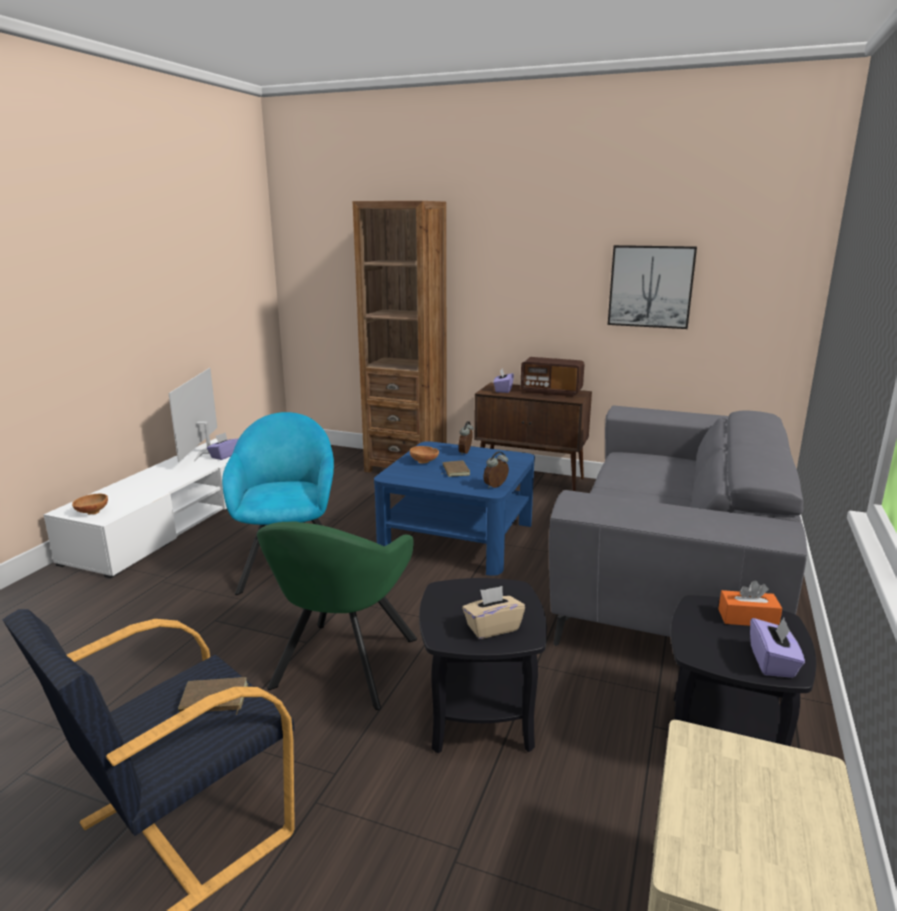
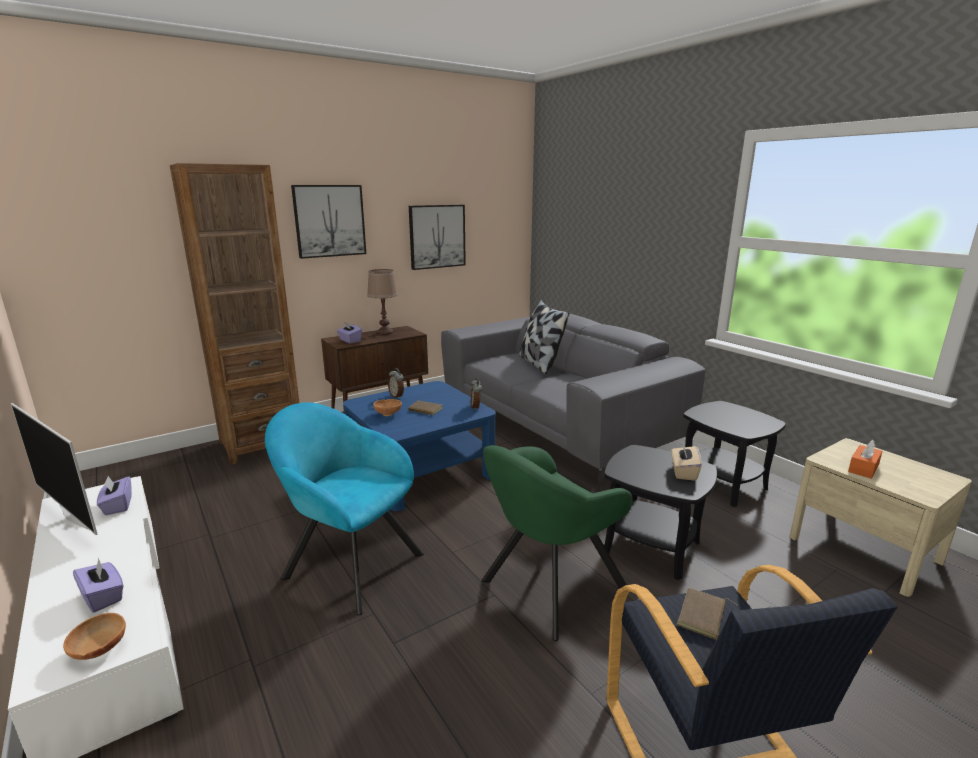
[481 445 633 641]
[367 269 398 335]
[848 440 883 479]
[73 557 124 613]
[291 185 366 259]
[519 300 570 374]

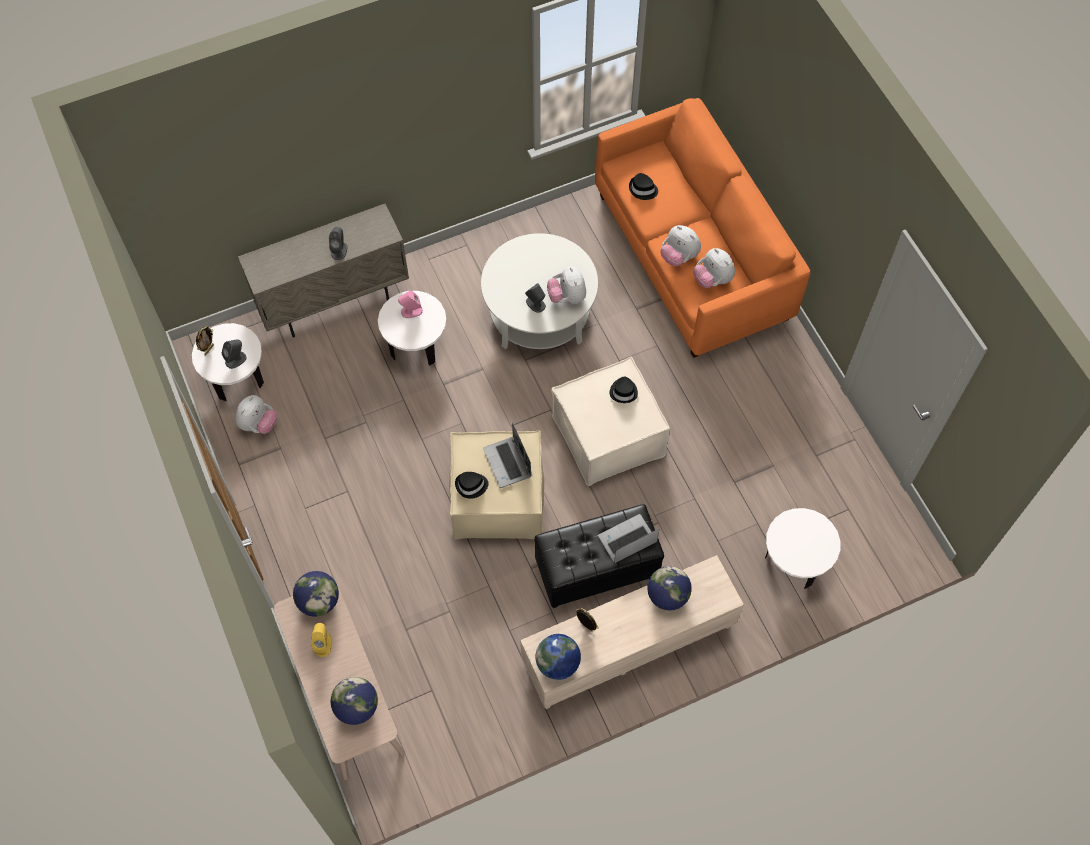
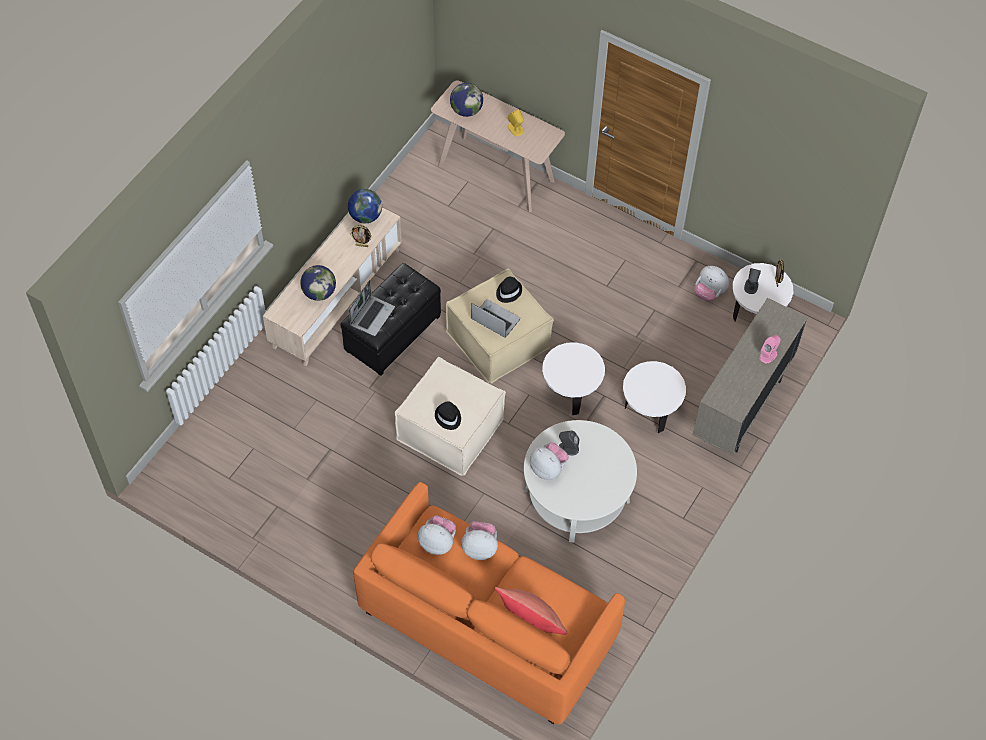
[695 266 729 301]
[293 571 339 617] (first image)
[329 227 347 260] (first image)
[759 335 781 363]
[629 173 658 200] (first image)
[542 342 605 415]
[495 587 567 635]

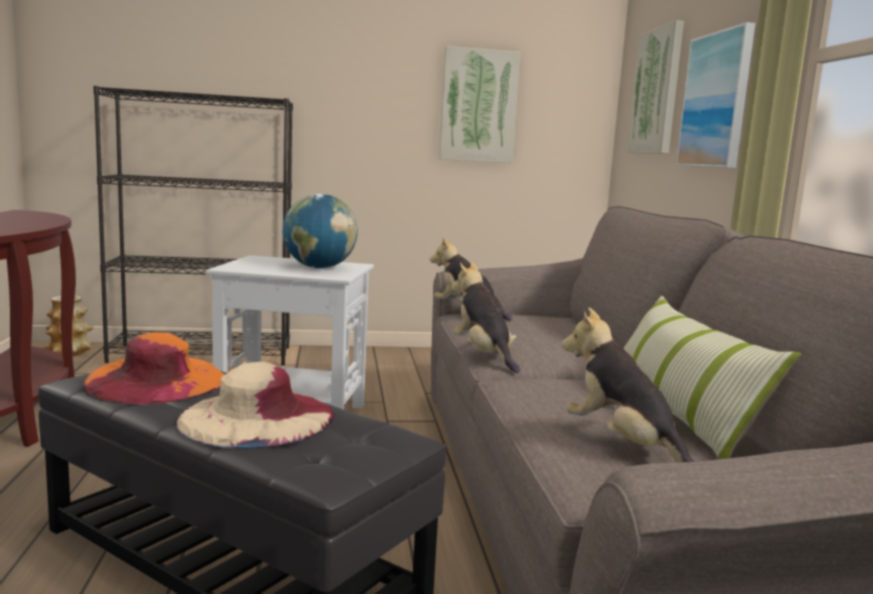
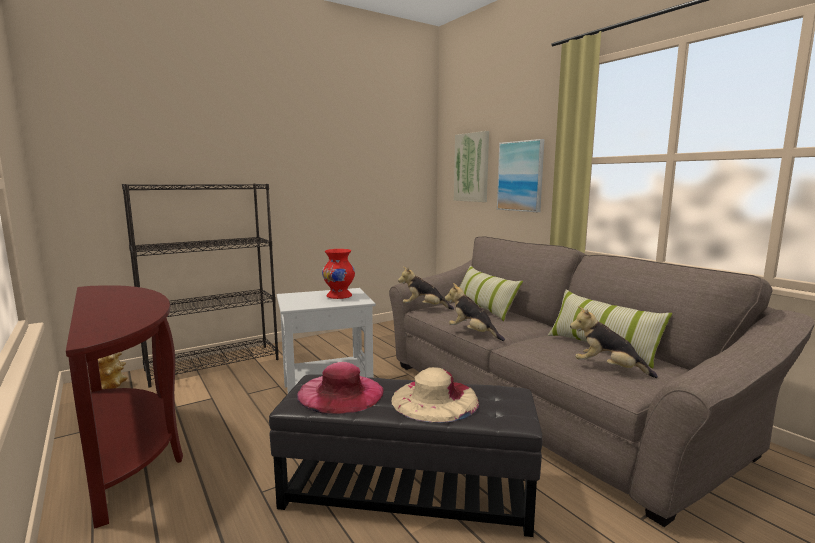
[297 362 384 415]
[322 249 355 299]
[439 46 520 163] (first image)
[460 265 523 321]

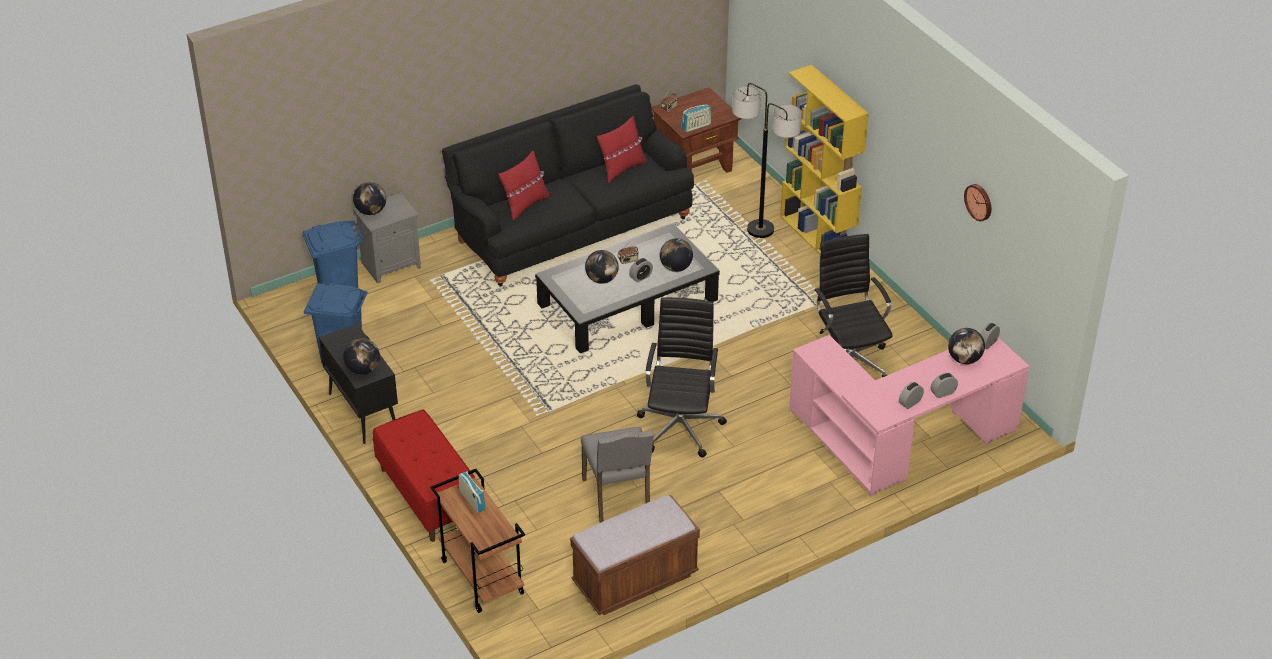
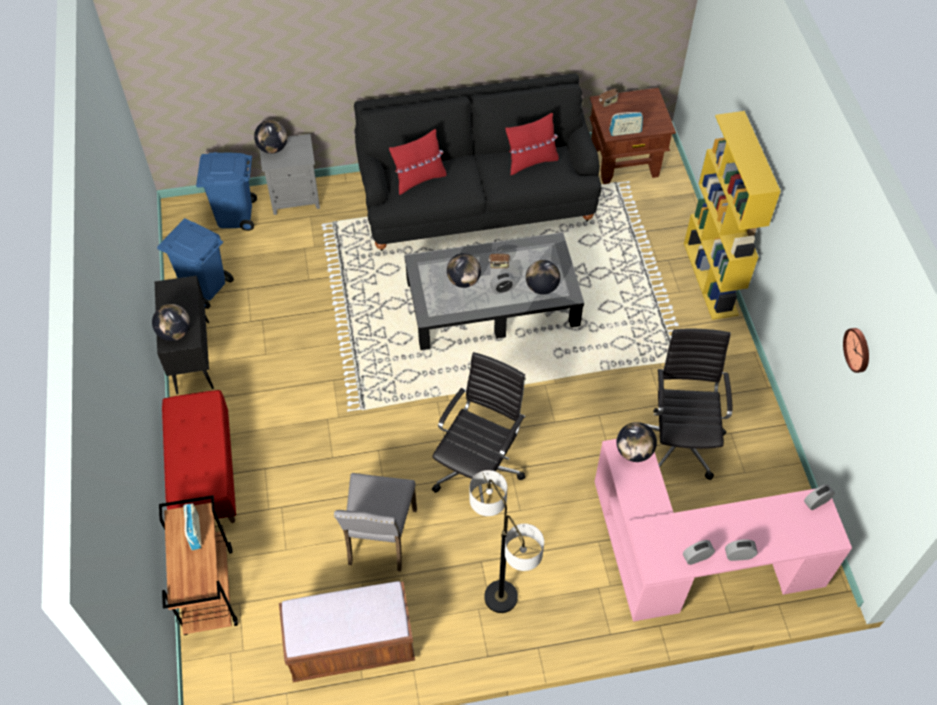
[470 470 544 613]
[617 422 657 462]

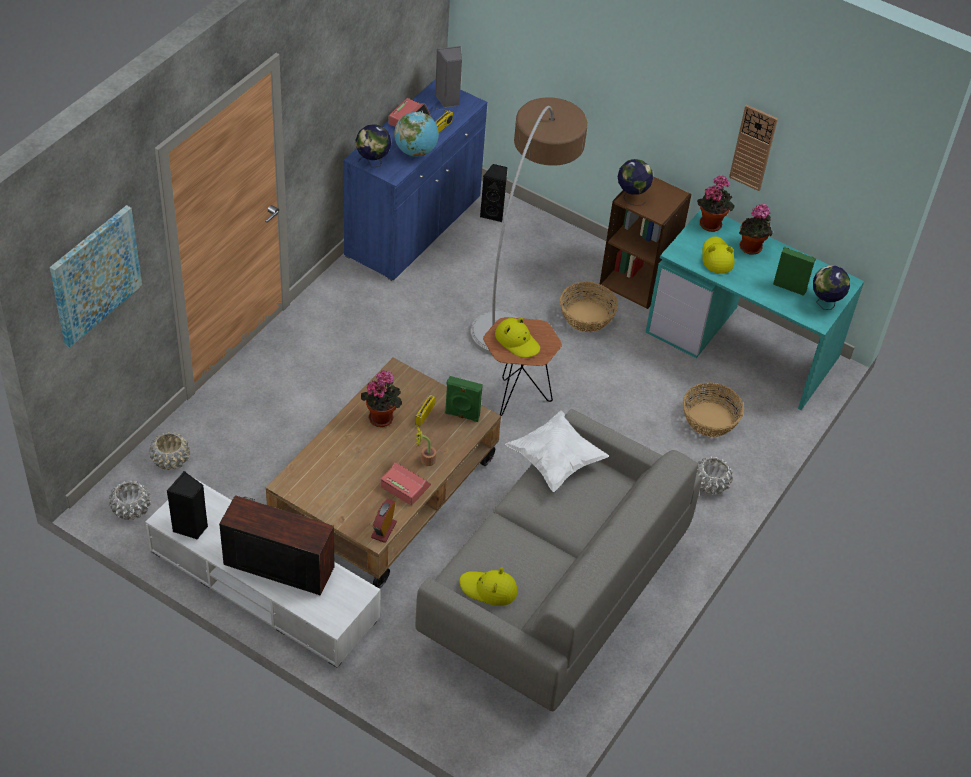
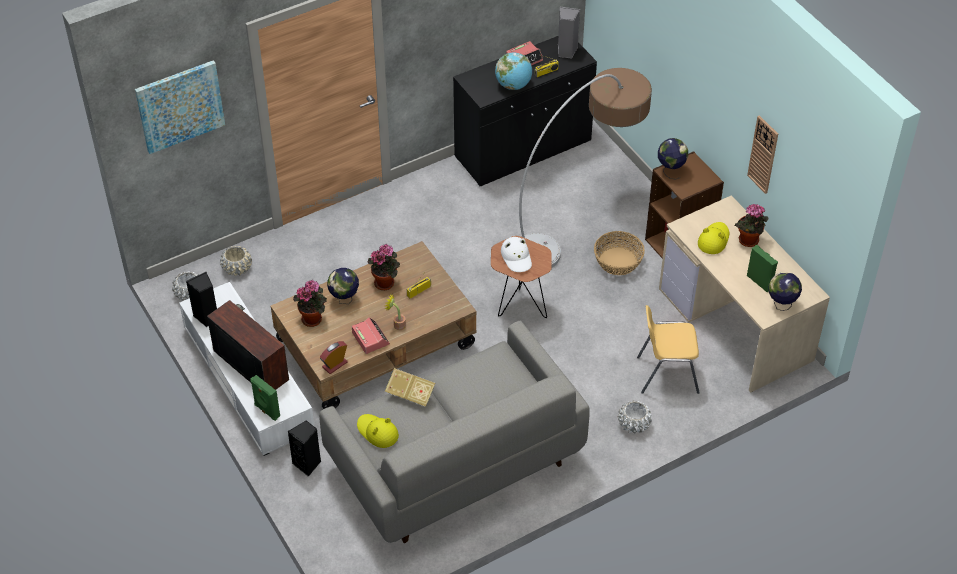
[453 36 597 187]
[327 268 359 304]
[251 375 280 421]
[288 420 321 477]
[501 237 532 272]
[505 411 609 492] (first image)
[659 195 830 393]
[637 305 700 394]
[293 280 327 327]
[385 368 435 407]

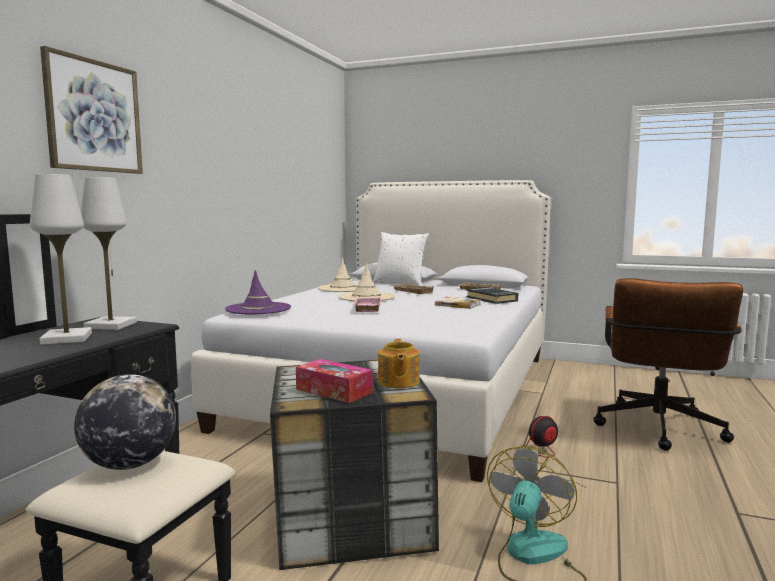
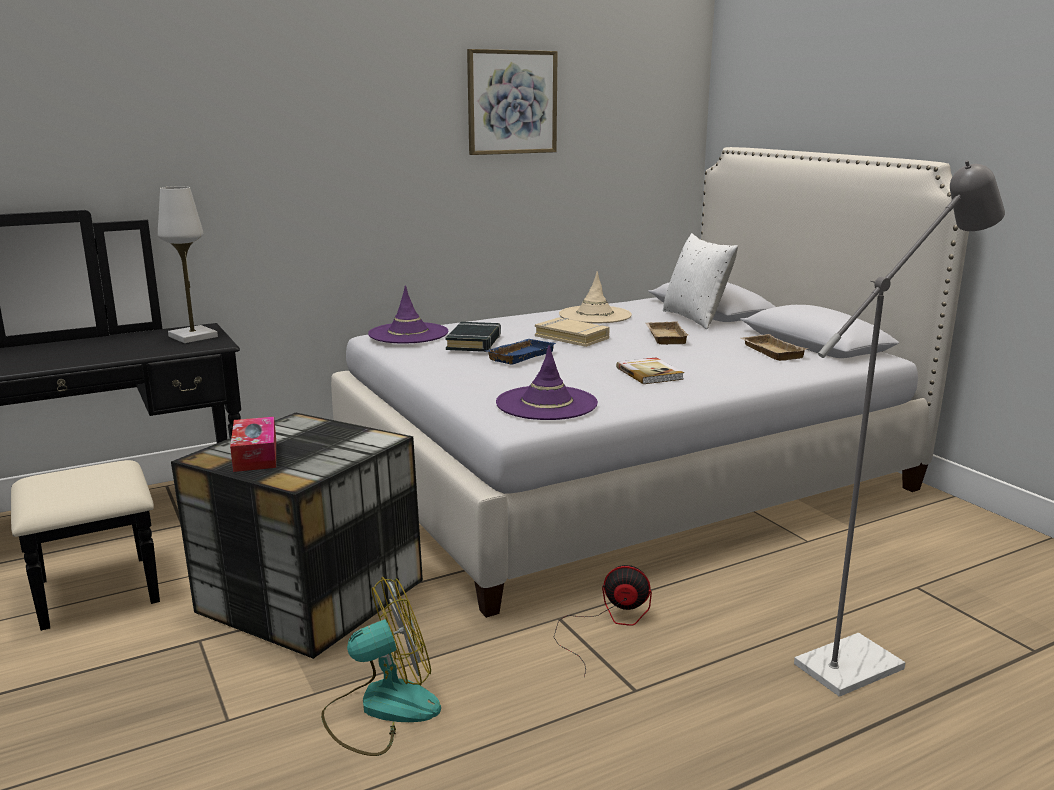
[30 174 92 345] (first image)
[467 49 558 155]
[74 374 176 470] (first image)
[535 317 610 347]
[486 339 556 364]
[378 339 420 388] (first image)
[445 322 501 352]
[794 160 1005 697]
[496 345 598 420]

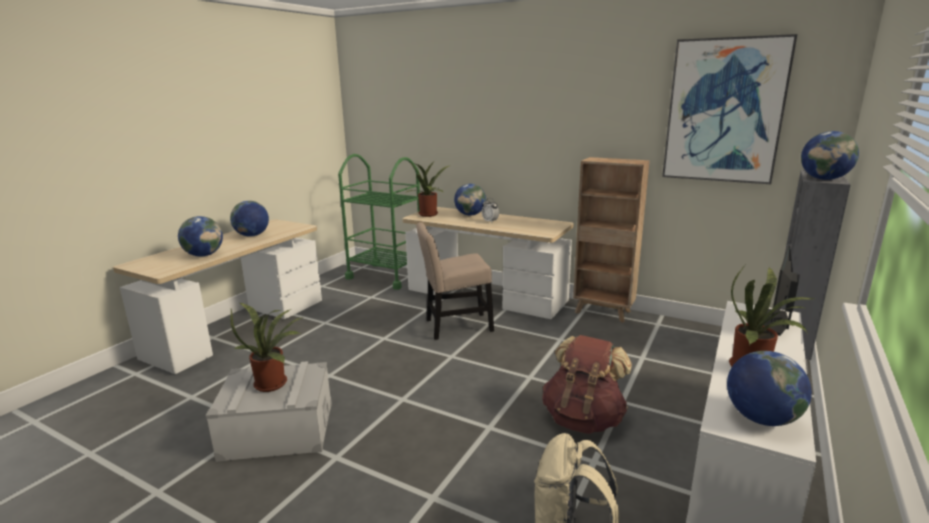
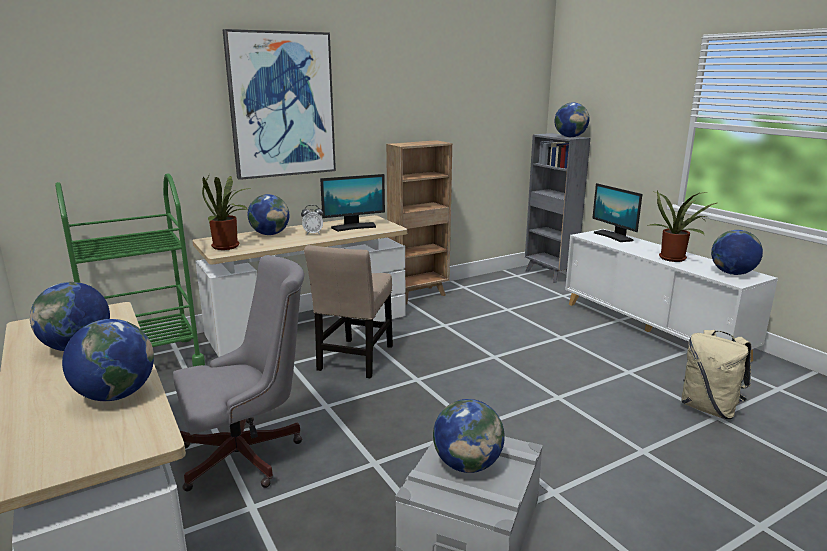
[433 399 505 473]
[542 335 632 434] (first image)
[223 29 336 180]
[173 255 304 491]
[320 174 385 232]

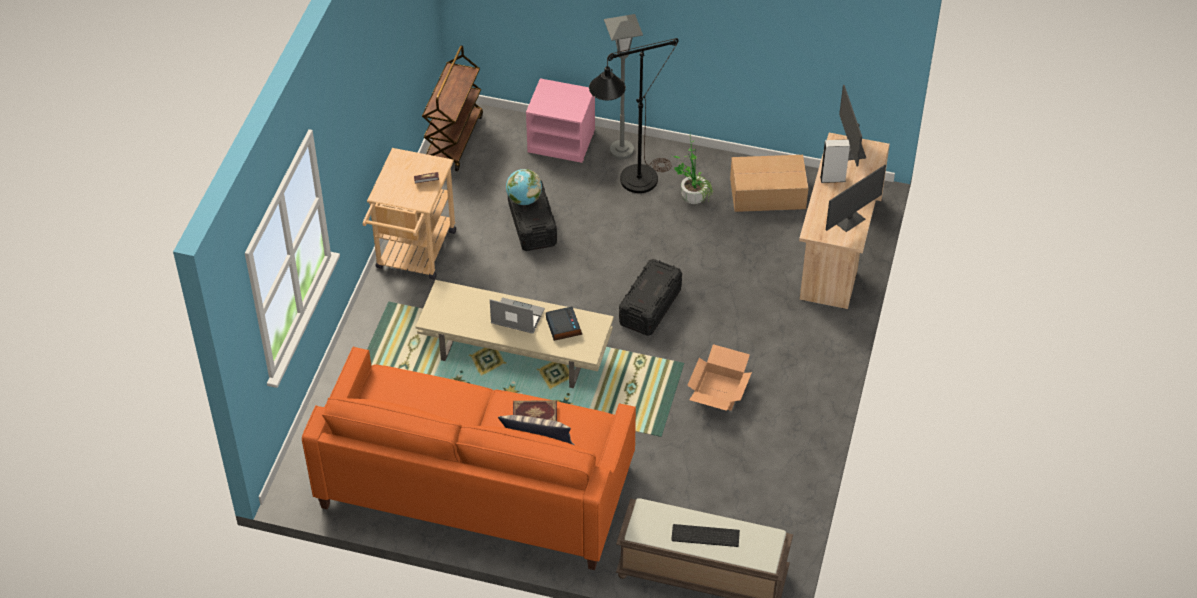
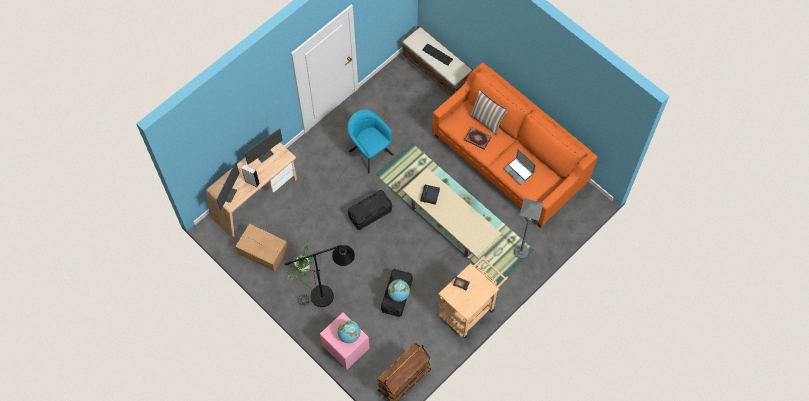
[503 149 536 185]
[514 198 543 259]
[347 109 394 173]
[245 128 283 165]
[338 320 360 343]

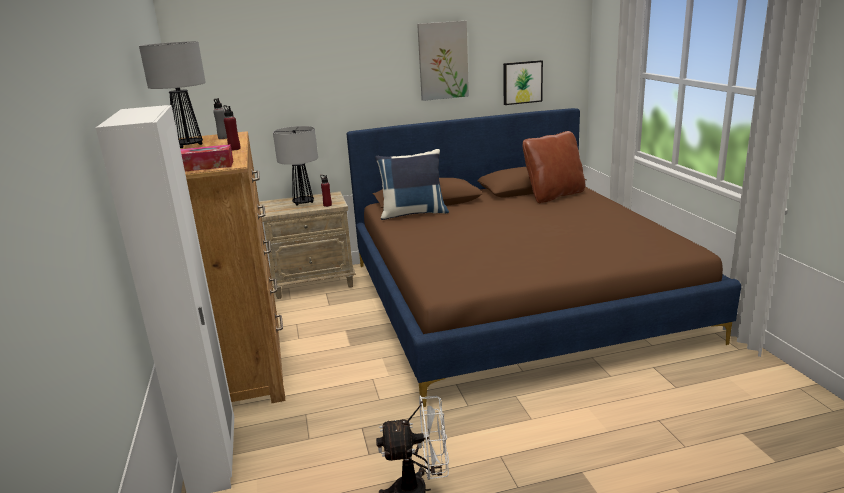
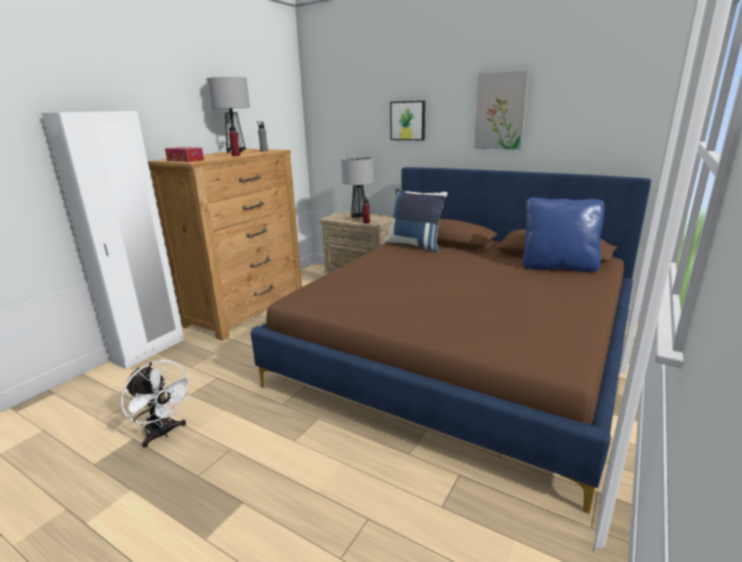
[390 101 425 140]
[523 198 604 272]

